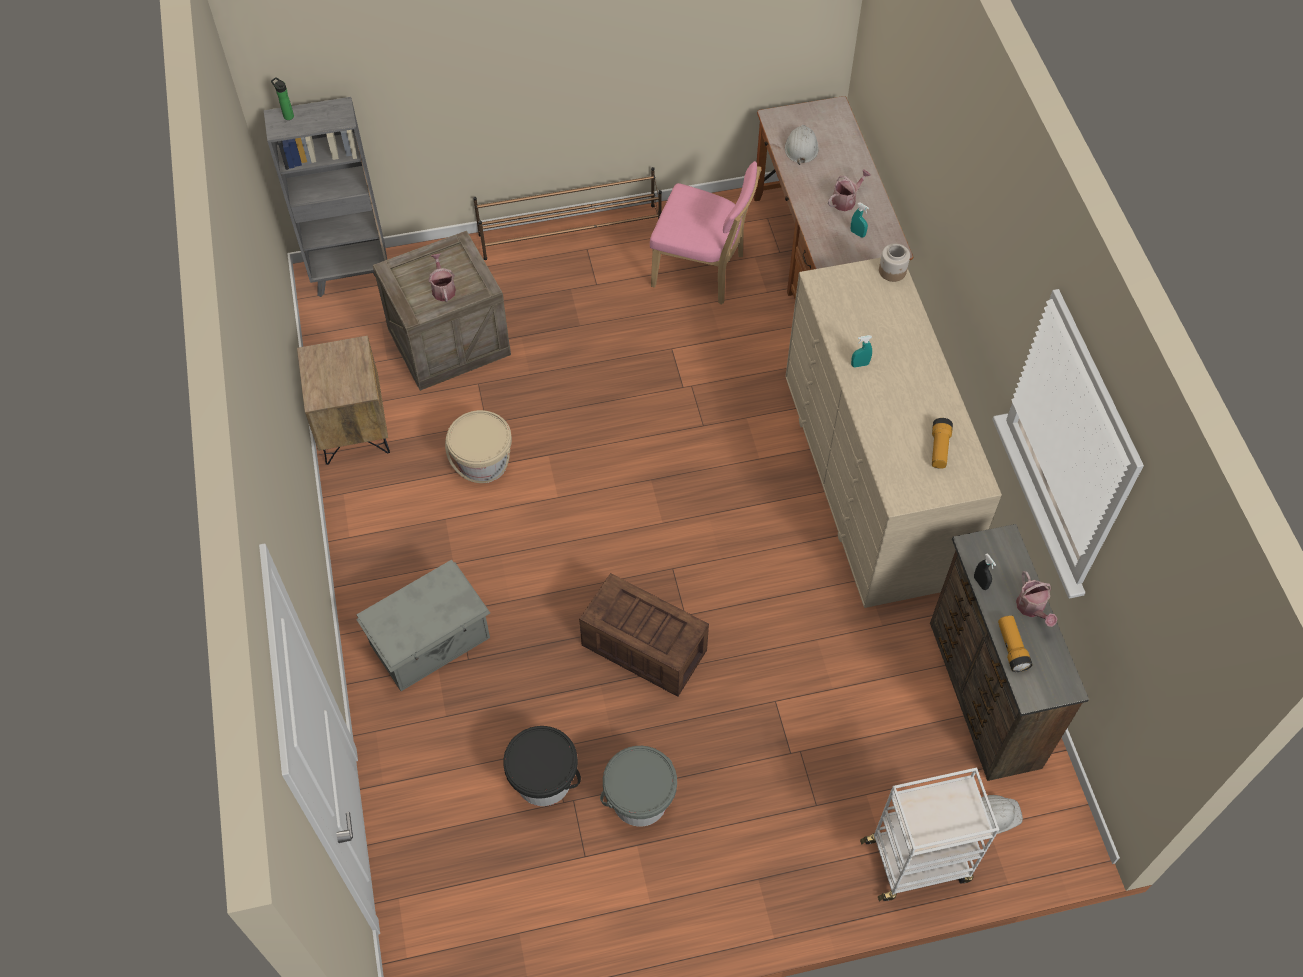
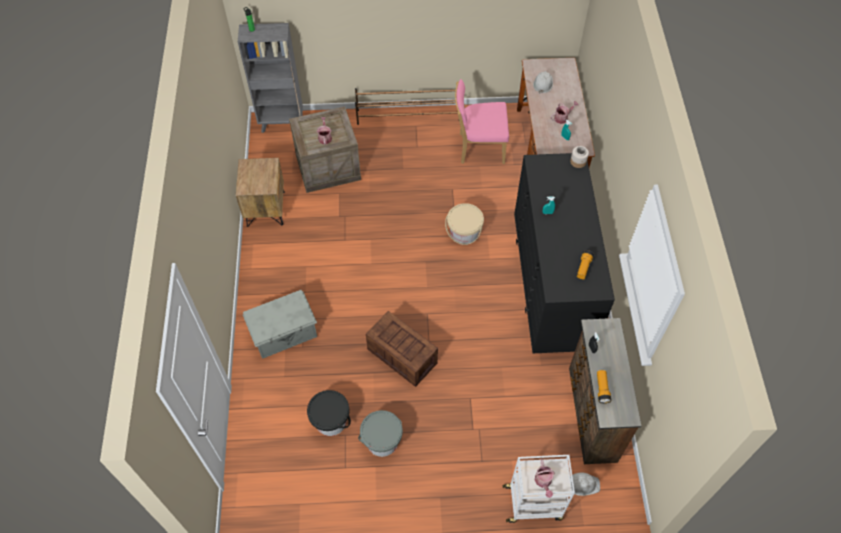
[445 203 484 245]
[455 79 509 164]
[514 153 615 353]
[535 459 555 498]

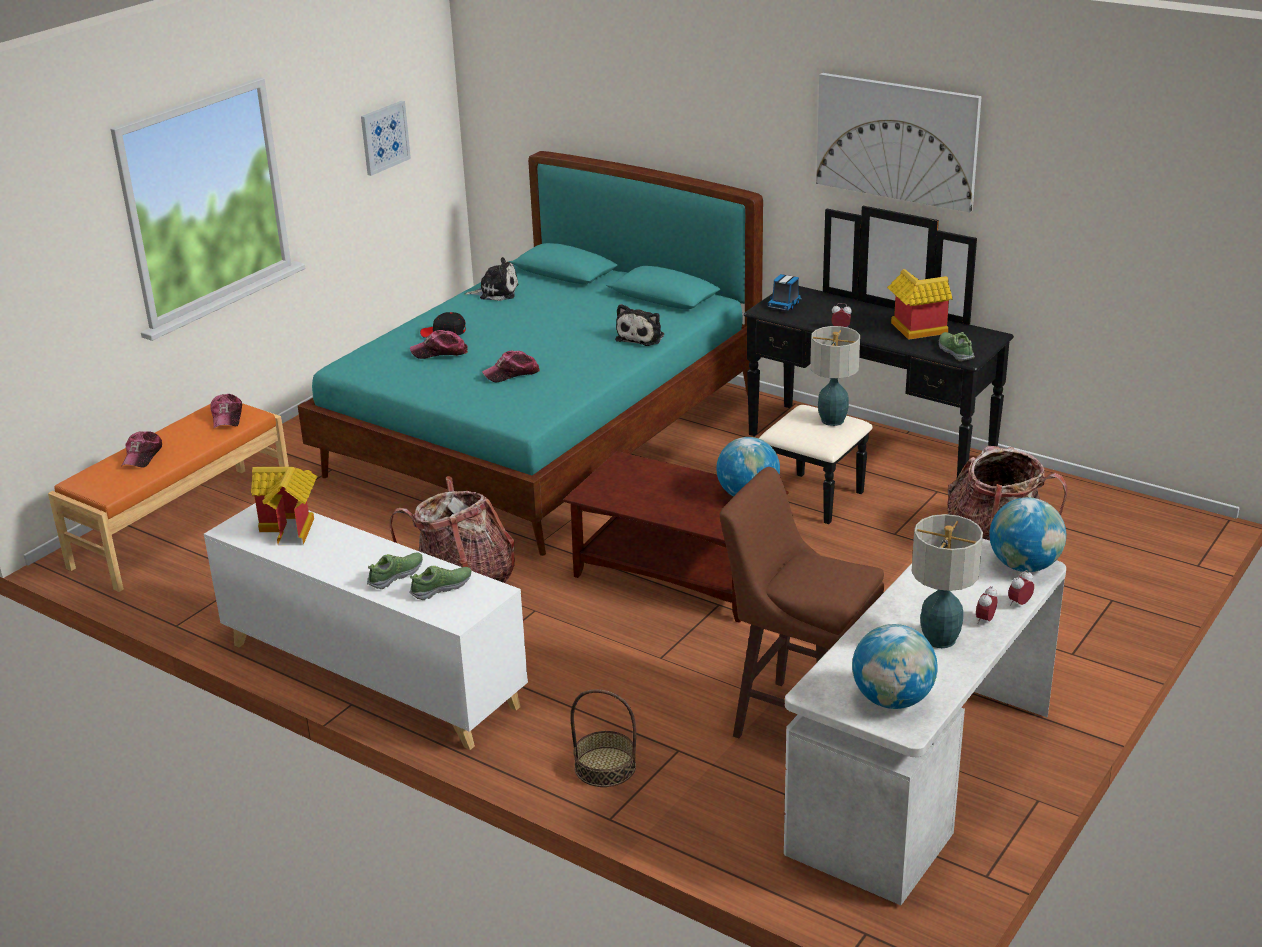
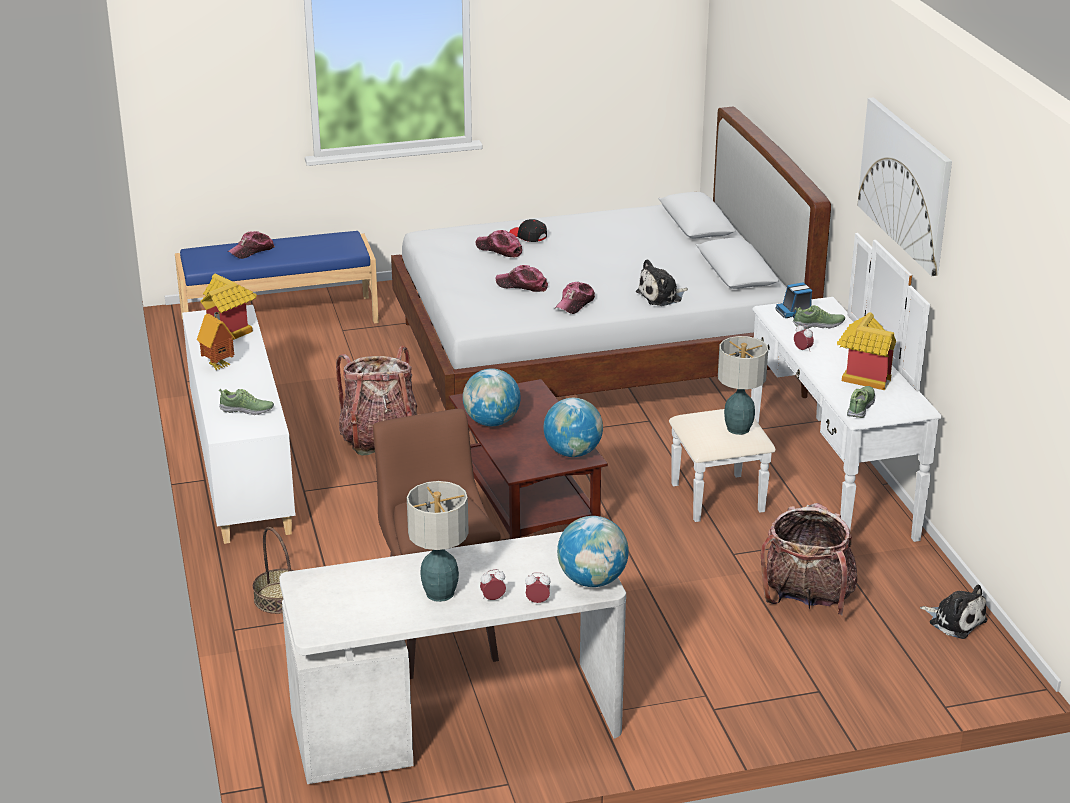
[175 231 379 324]
[555 282 595 314]
[391 107 831 410]
[361 101 411 176] (first image)
[793 305 845 329]
[920 584 987 639]
[669 233 941 542]
[463 368 521 426]
[197 312 235 370]

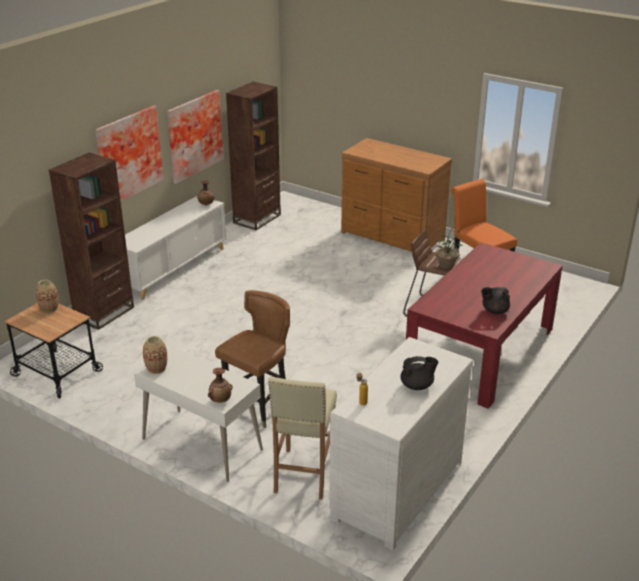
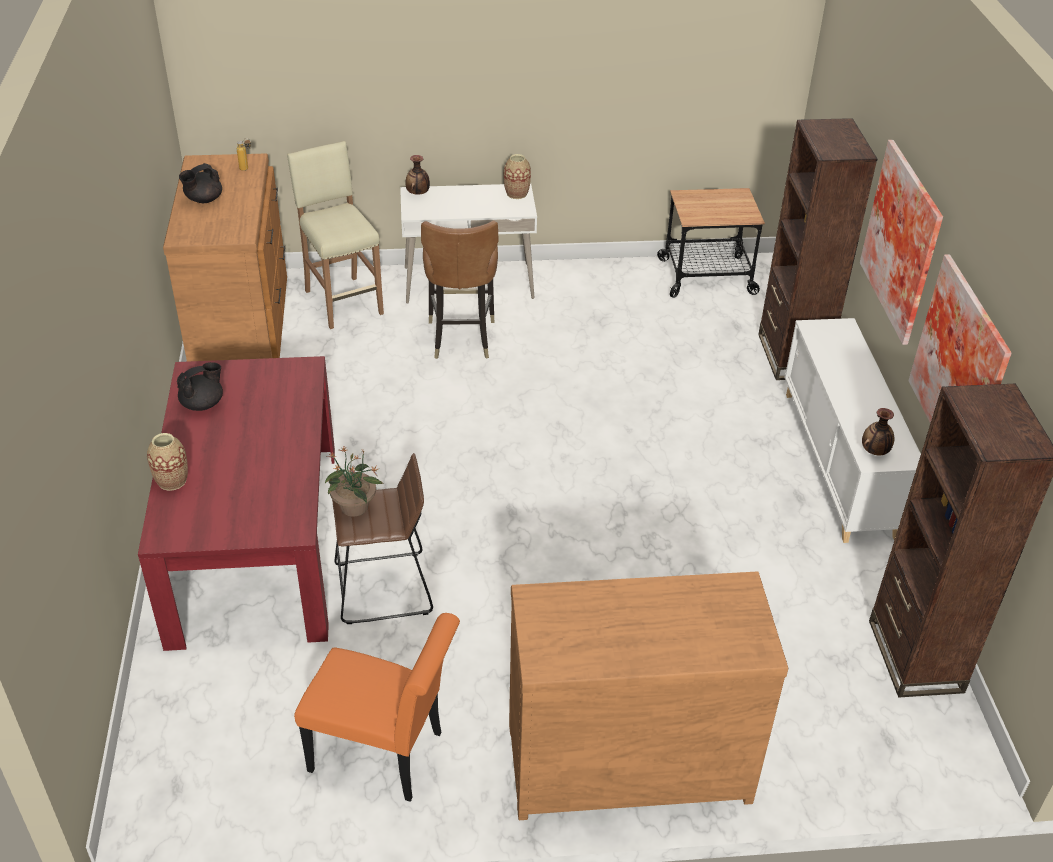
[147 433 188 491]
[163 153 287 362]

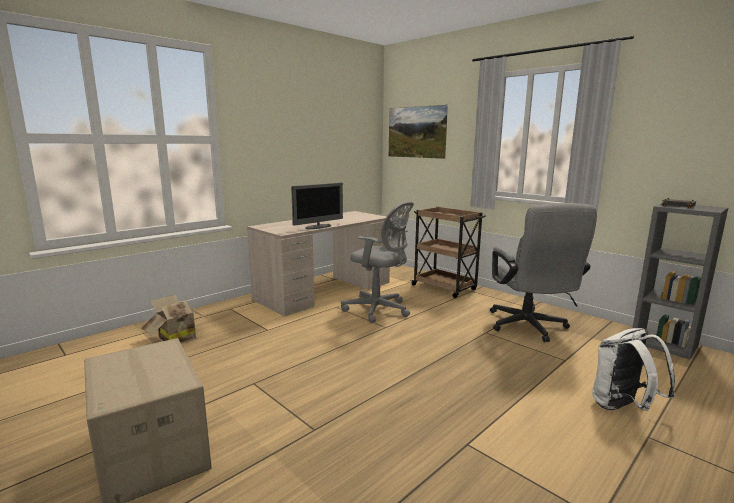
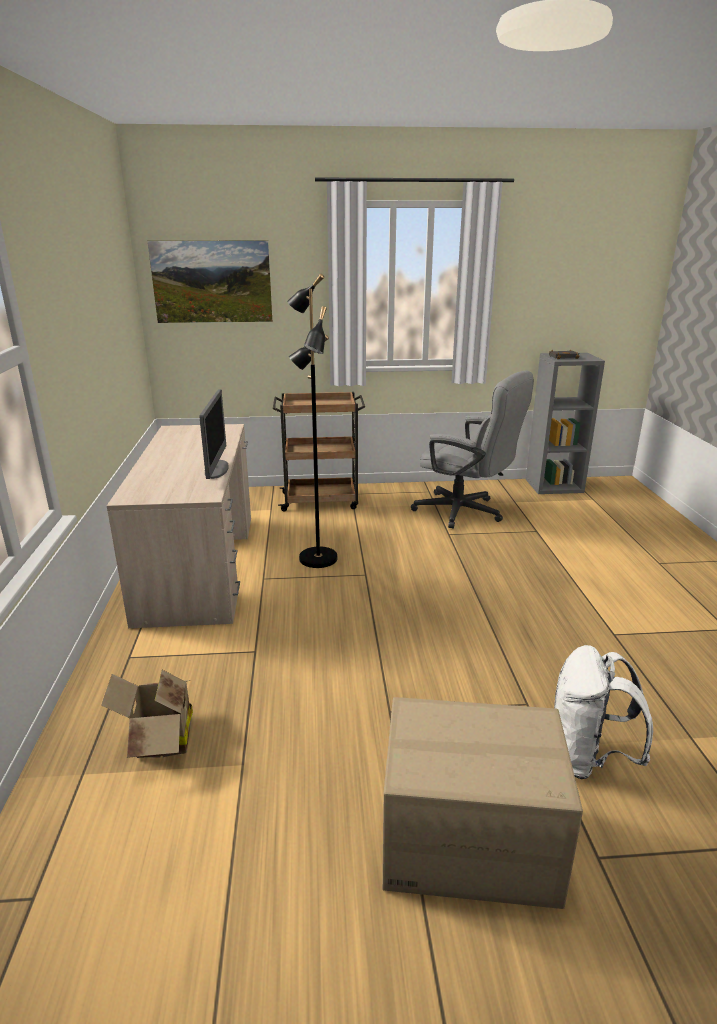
[287 274 337 568]
[554 645 653 779]

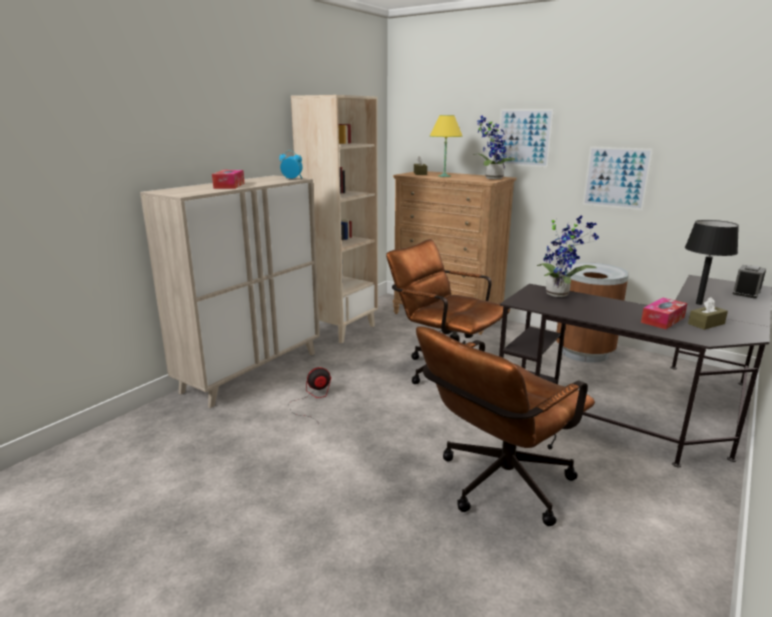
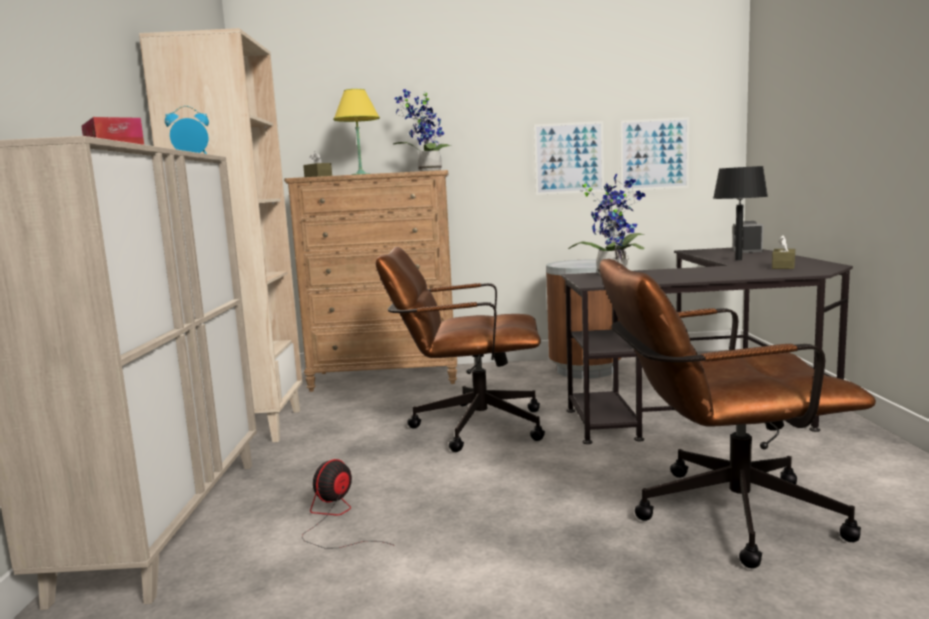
[599 259 876 568]
[620 117 689 191]
[641 298 687 329] (first image)

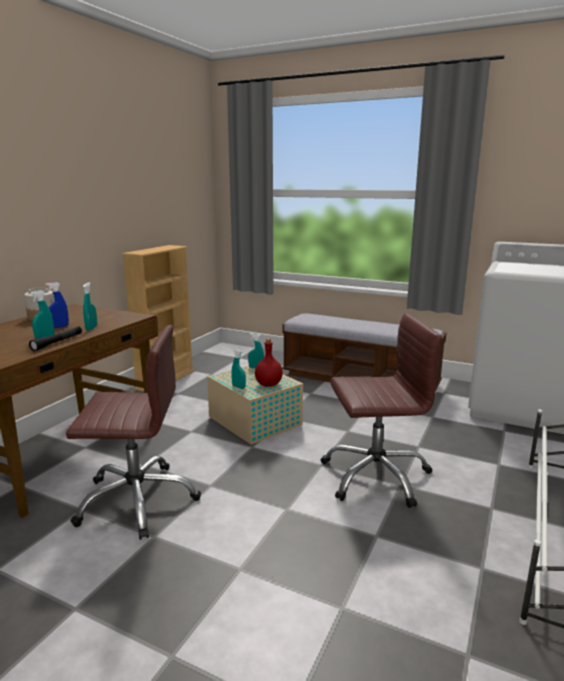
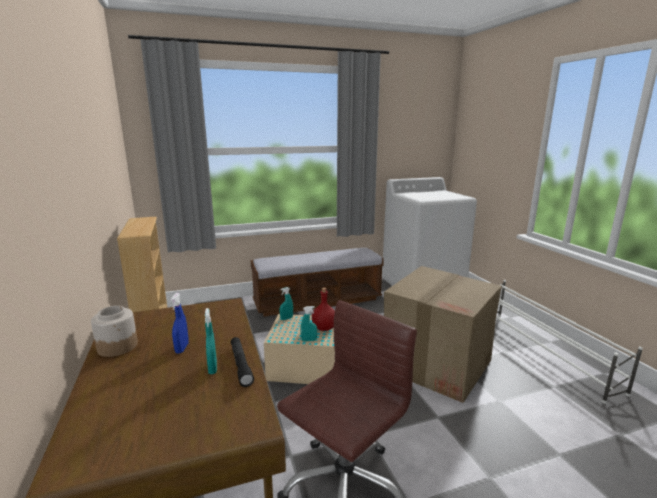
[83 282 97 331] (first image)
[384 266 502 403]

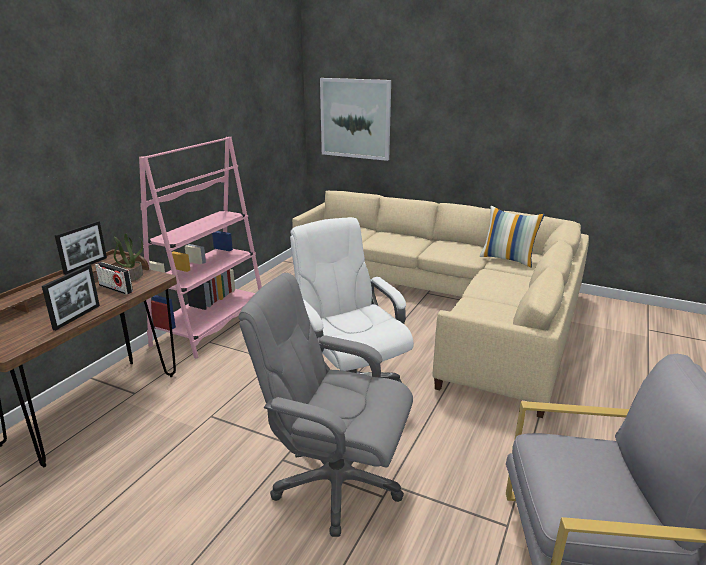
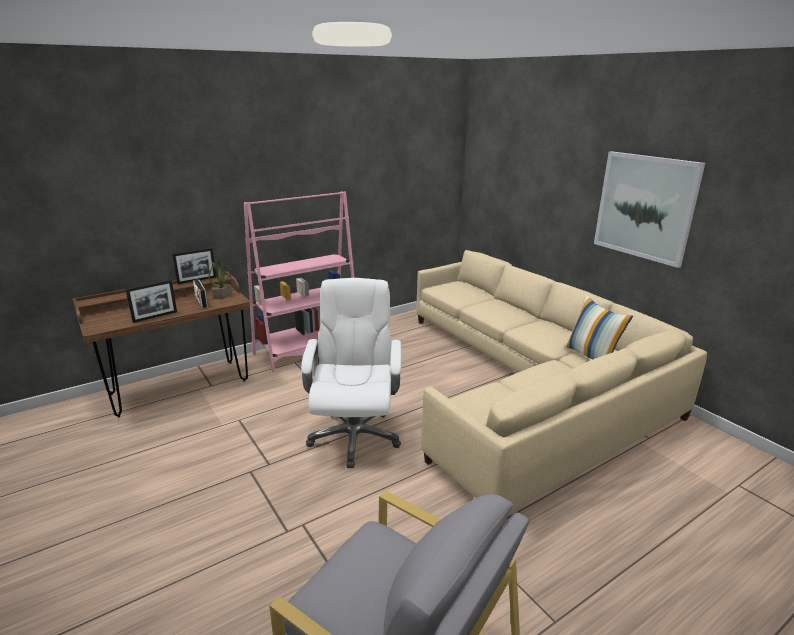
[238 273 413 537] (first image)
[594 151 705 268]

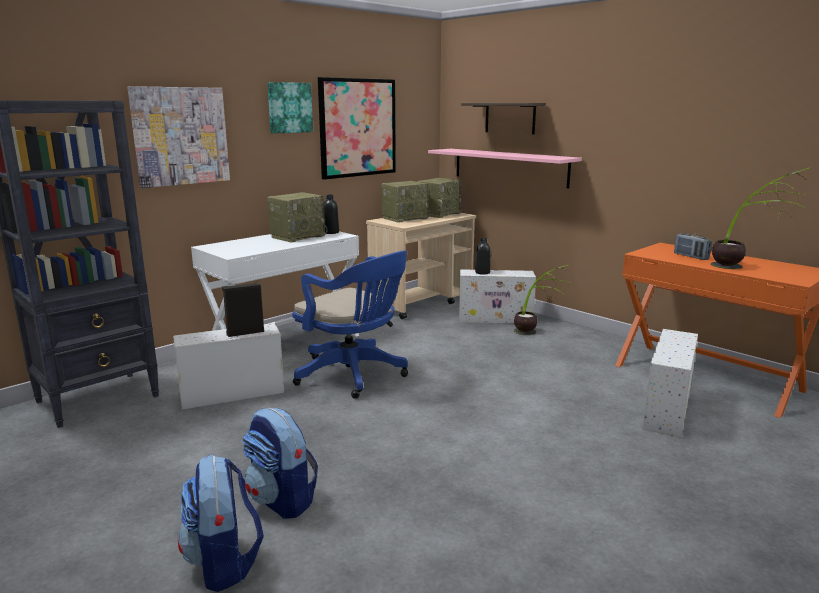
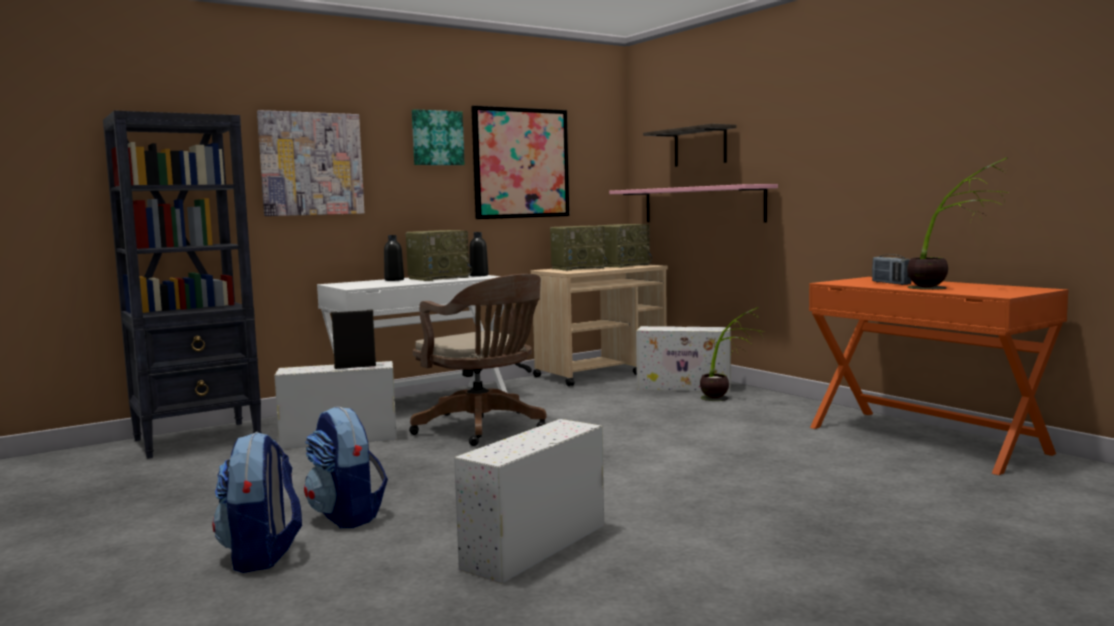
[409 274 547 446]
[384 235 404 281]
[454 419 604 584]

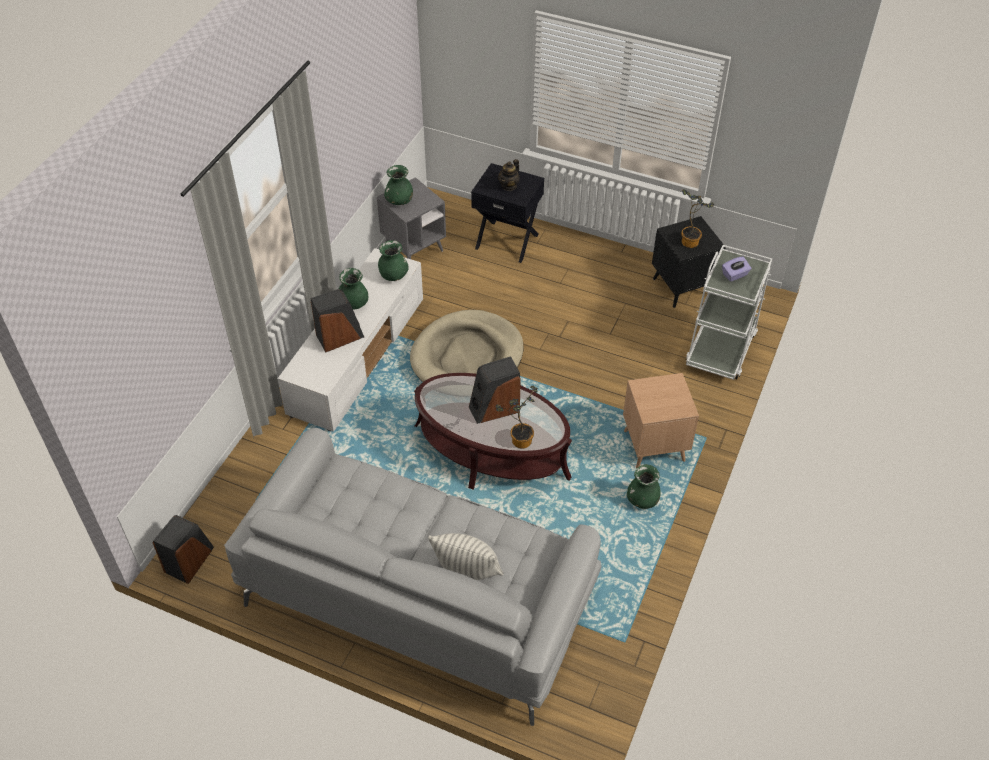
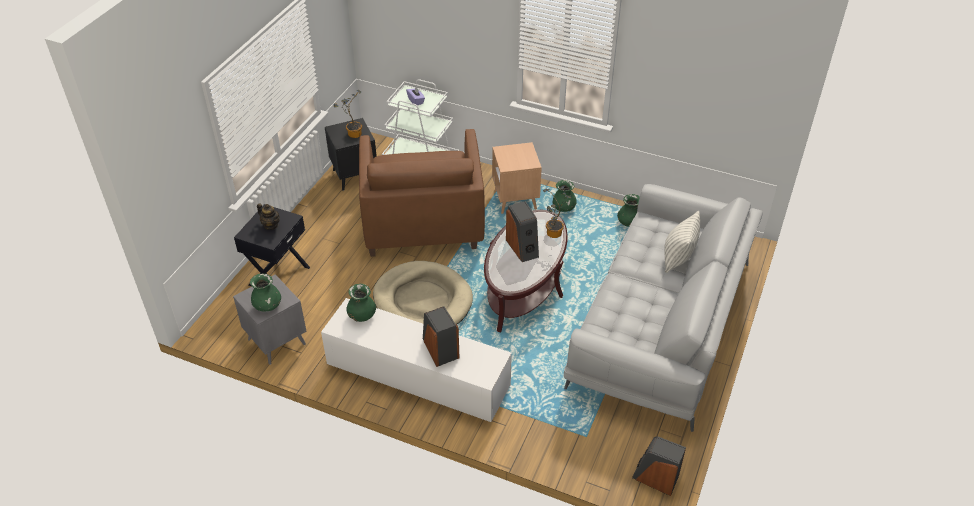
[617 194 640 227]
[359 129 485 257]

